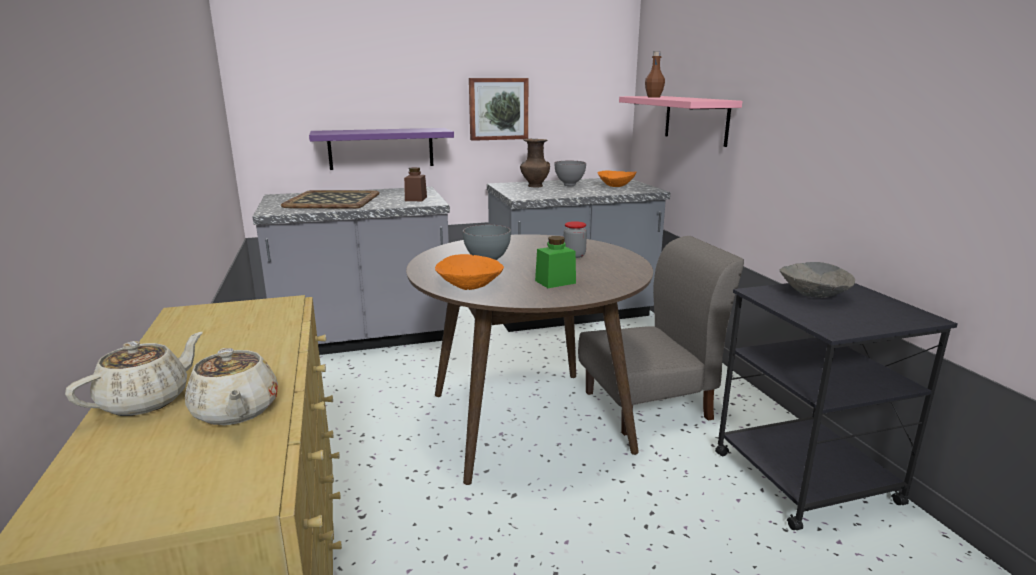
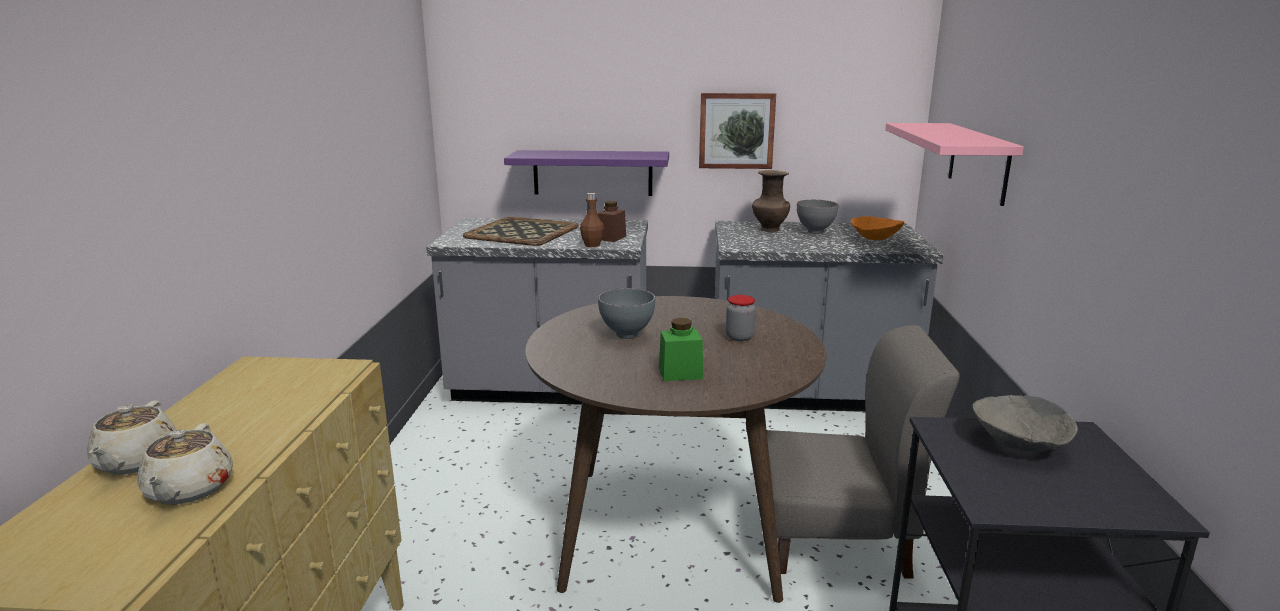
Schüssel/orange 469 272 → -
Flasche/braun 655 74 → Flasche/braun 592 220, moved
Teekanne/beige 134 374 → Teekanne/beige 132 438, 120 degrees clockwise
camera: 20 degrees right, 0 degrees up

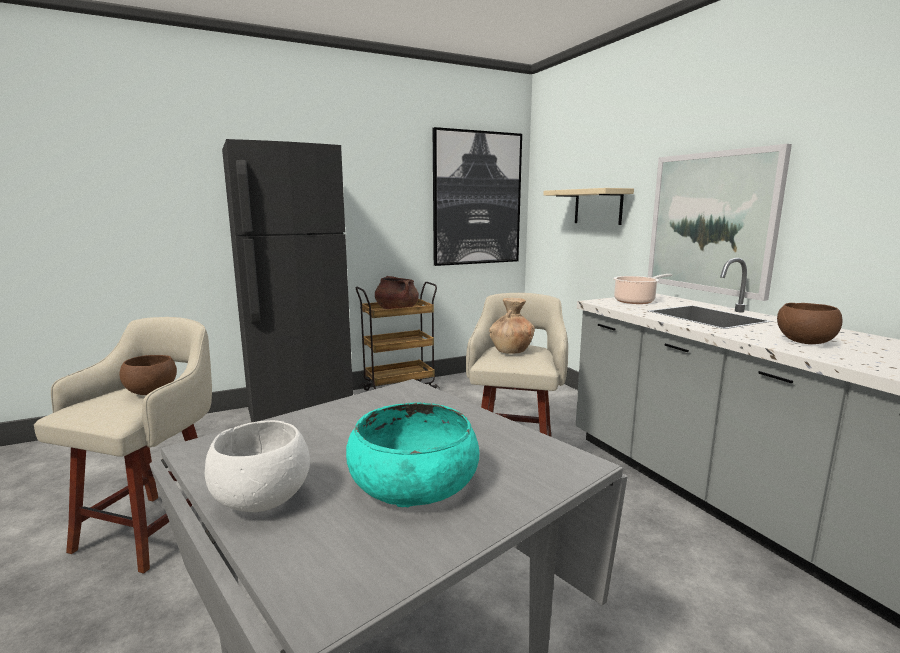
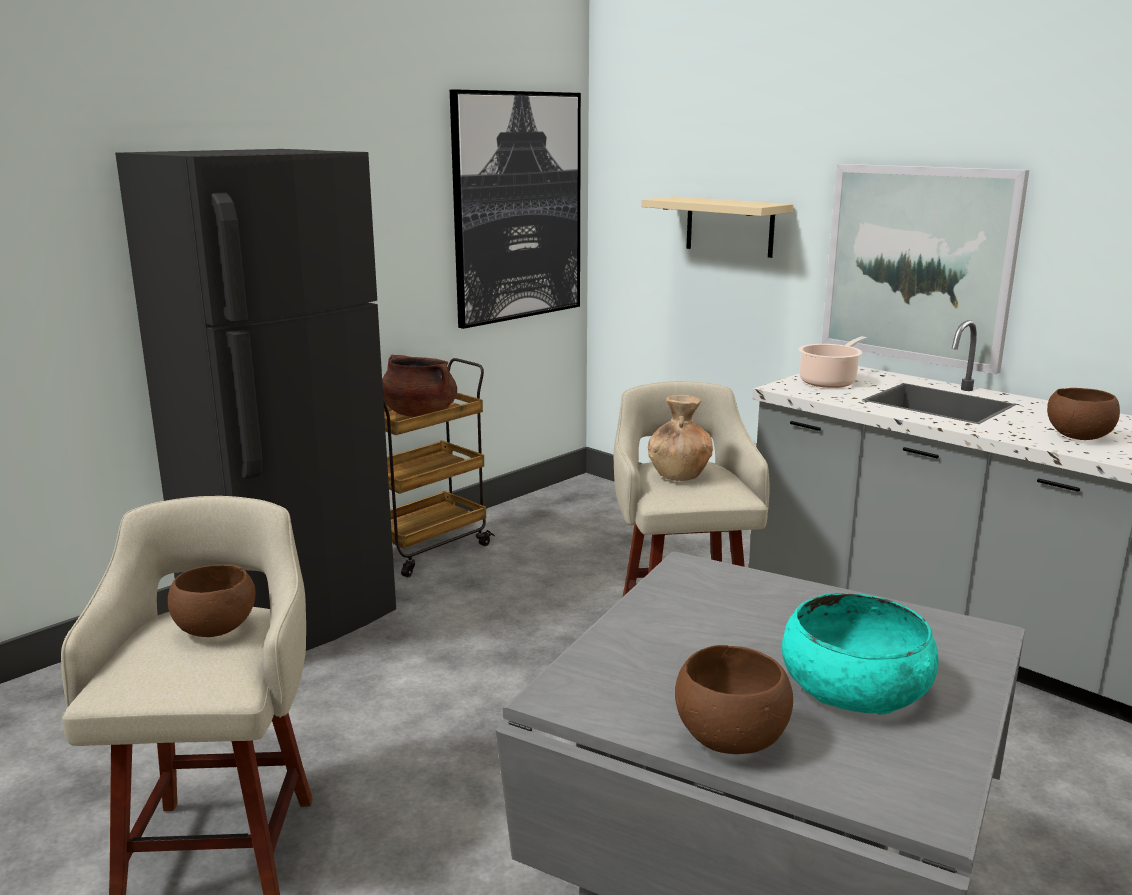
Schüssel/weiß 257 466 → Schüssel/braun 734 699
camera: 20 degrees left, 5 degrees up

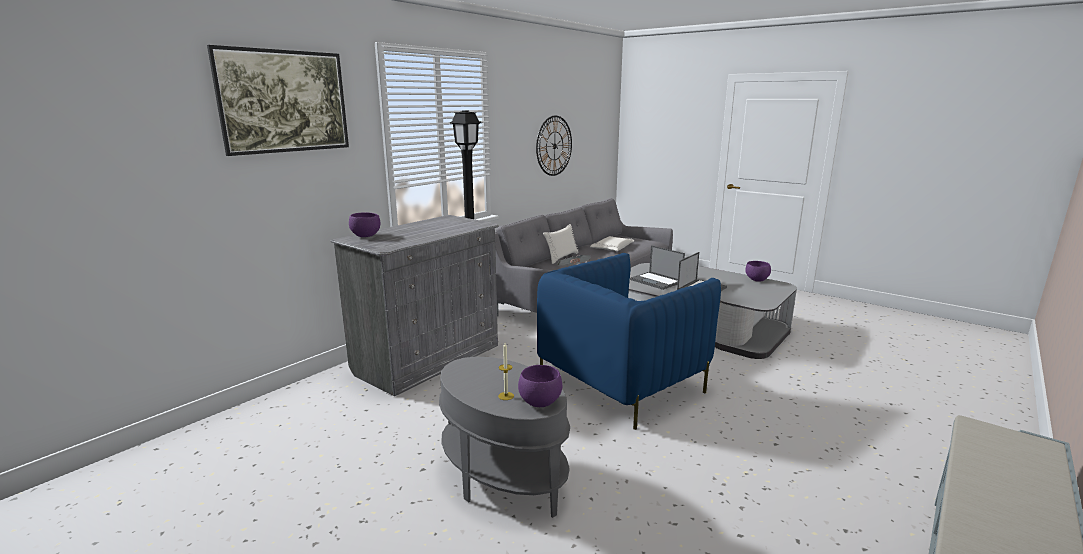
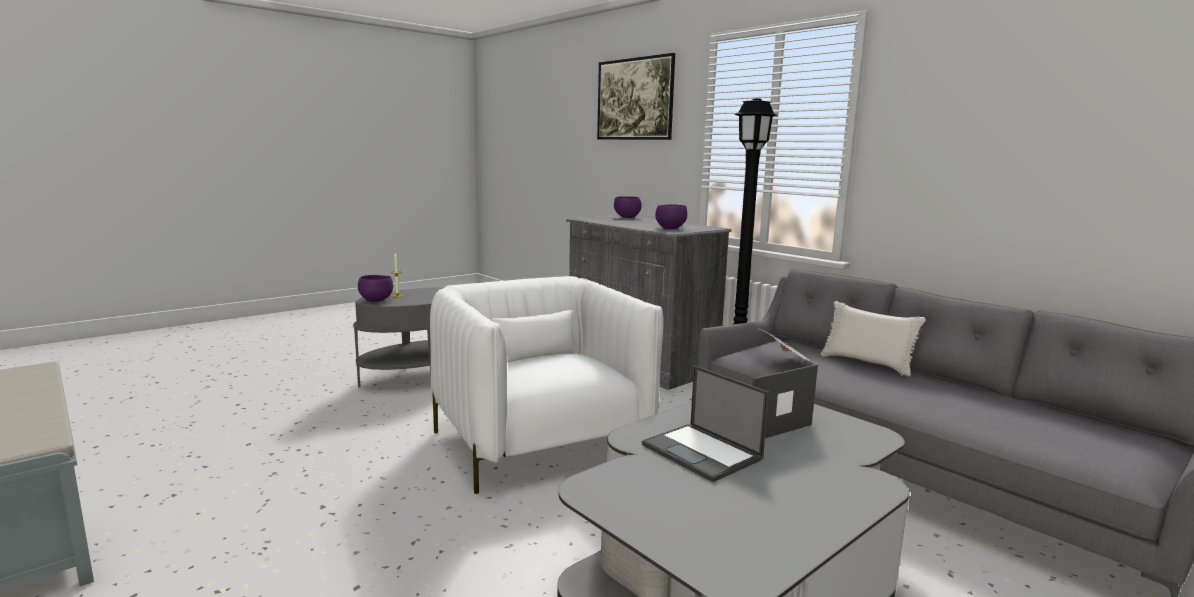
Wanduhr 554 146 → -
Kissen/weiß 612 243 → -
Schüssel/lila 758 271 → Schüssel/lila 671 216, moved
Sessel/blau 629 341 → Sessel/weiß 547 385
camera: 100 degrees right, 5 degrees down

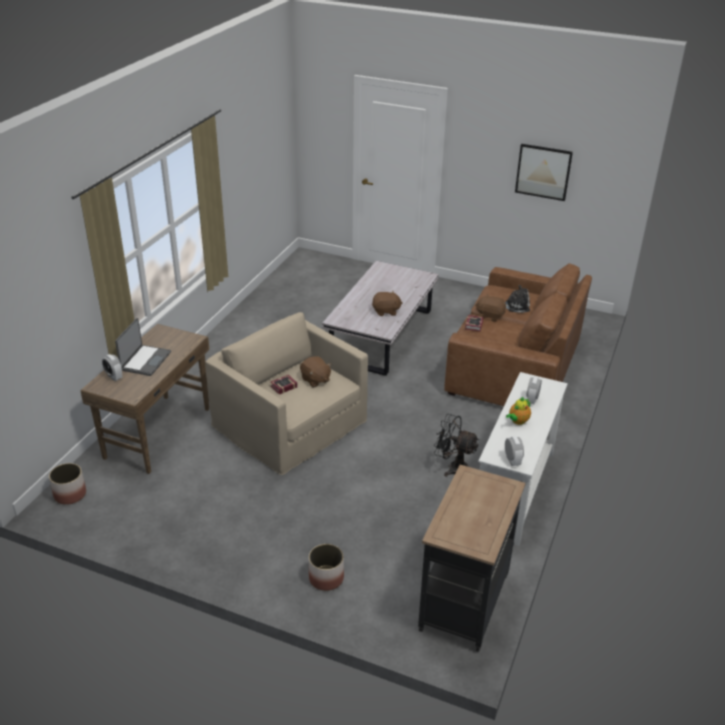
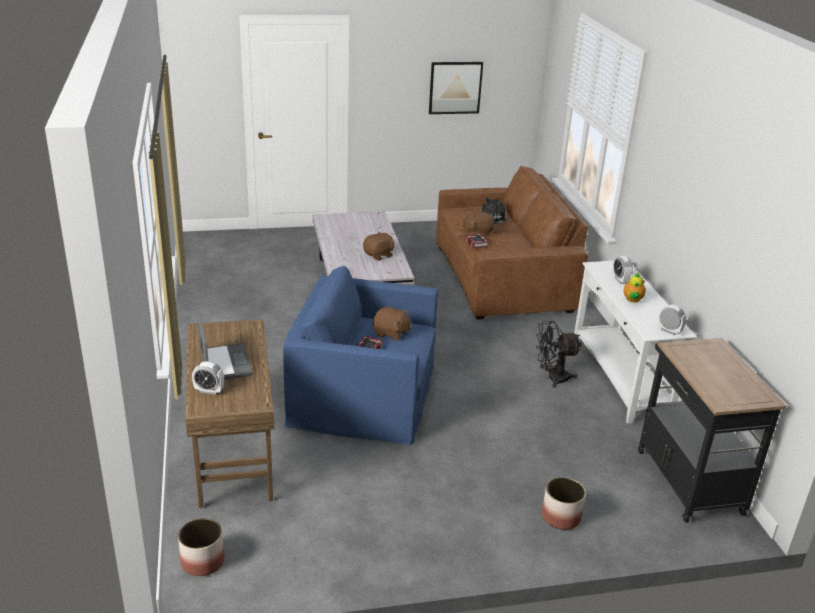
Sessel/beige 286 393 → Sessel/blau 360 355
camera: 35 degrees left, 5 degrees down

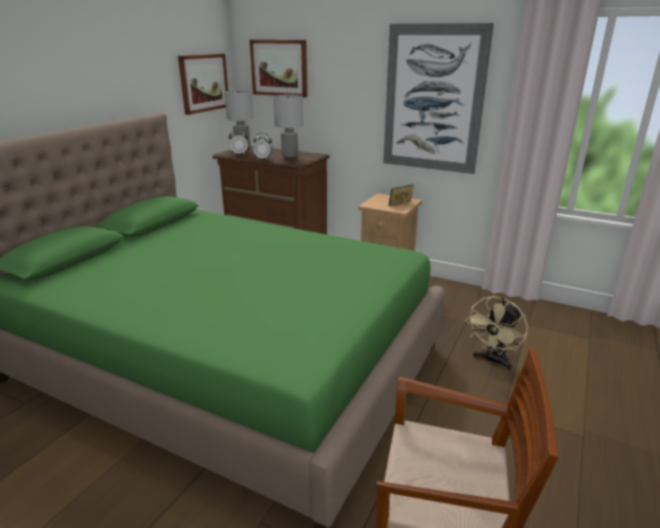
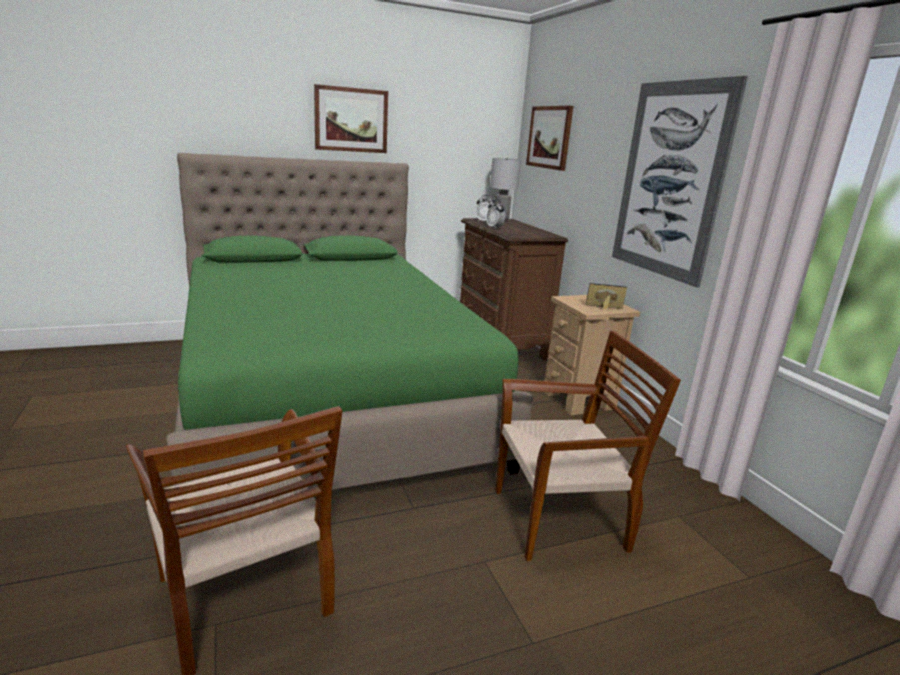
Tischlampe/grau 288 126 → -
Bild 203 84 → Bild 351 118, moved
Ventilator/beige 497 333 → Sessel/braun 588 445
camera: 40 degrees right, 5 degrees down

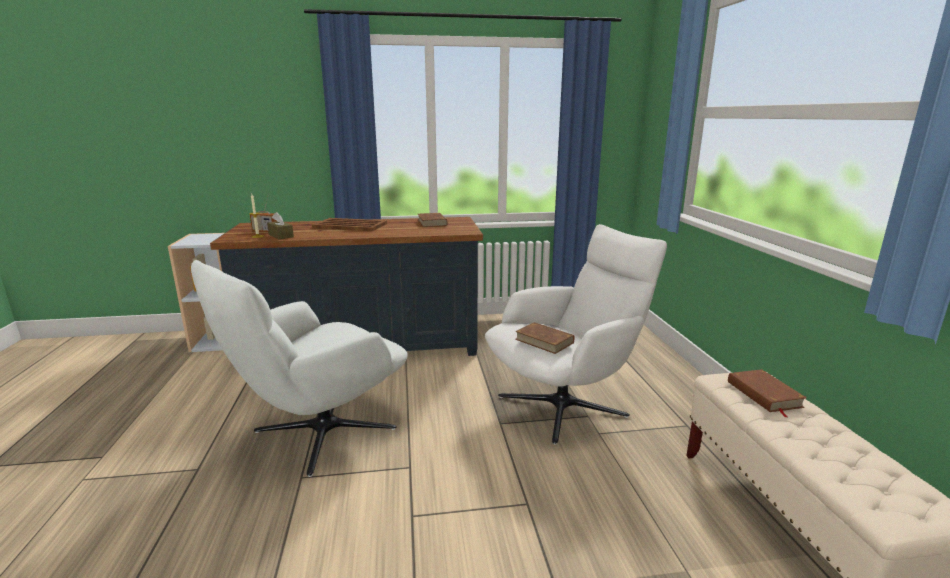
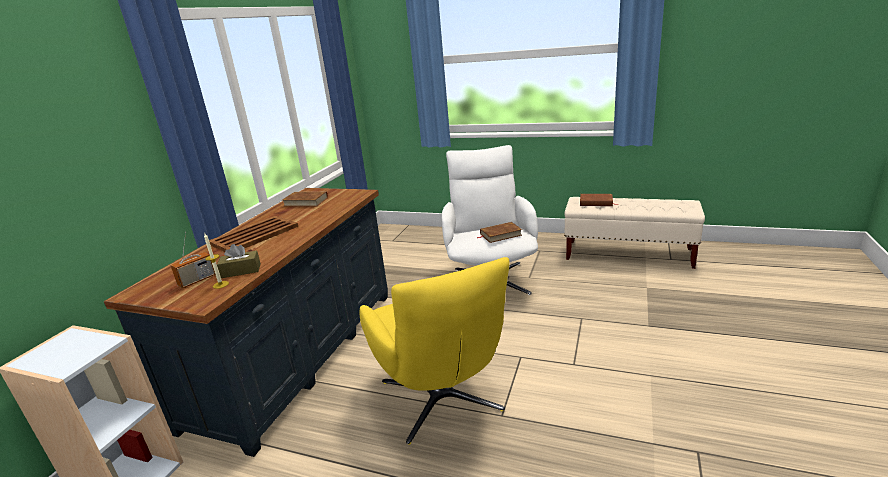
Sessel/weiß 299 368 → Sessel/gelb 434 351
camera: 60 degrees left, 5 degrees up

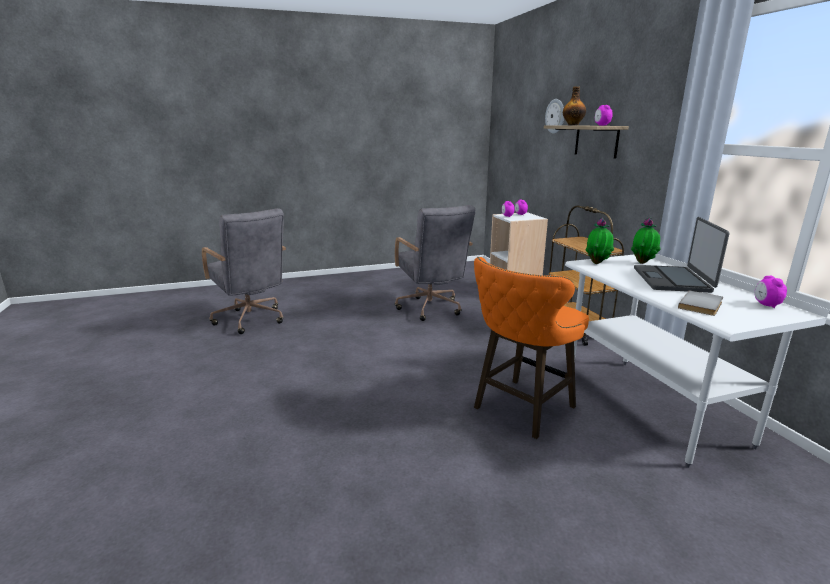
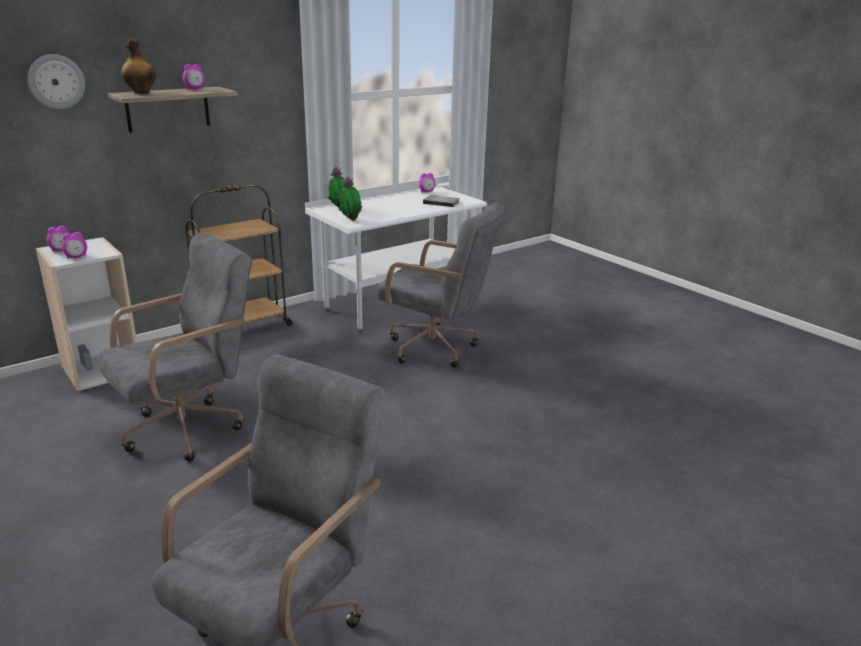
Laptop 681 255 → -
Hocker/orange 531 348 → Bürostuhl/grau 441 285
camera: 110 degrees left, 5 degrees up

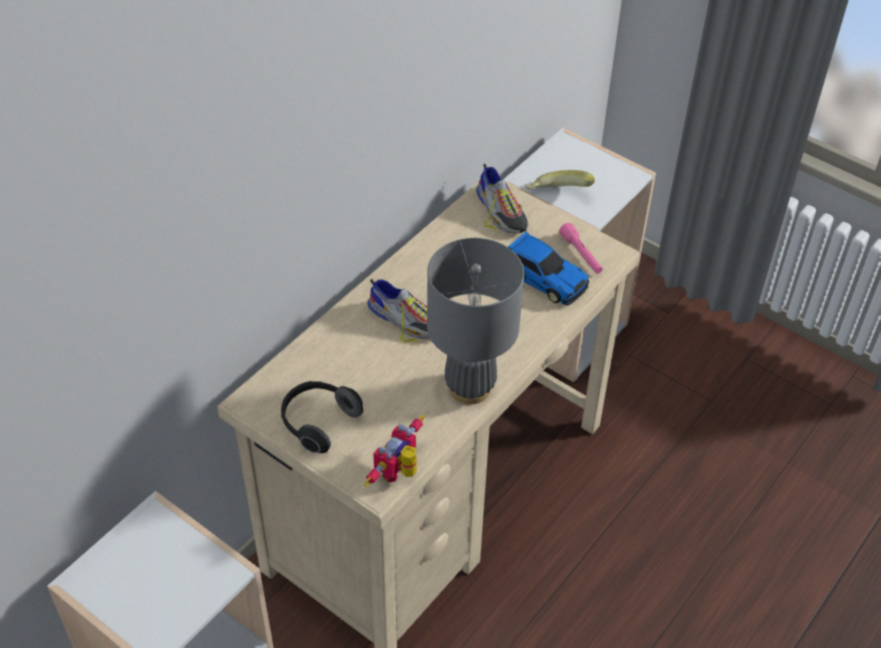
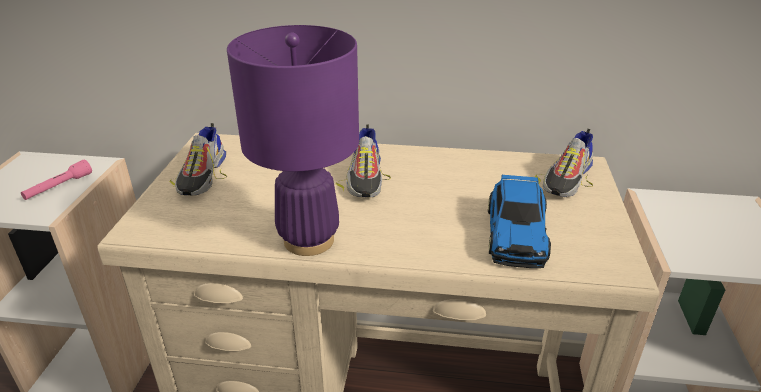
Spielzeugroboter 394 451 → -
Banane 560 179 → -
Taschenlampe/rosa 581 248 → Taschenlampe/rosa 56 179, moved
Kopfhörer 322 417 → Schuh 198 159
Tischlampe/grau 475 321 → Tischlampe/lila 293 140
camera: 60 degrees right, 15 degrees down

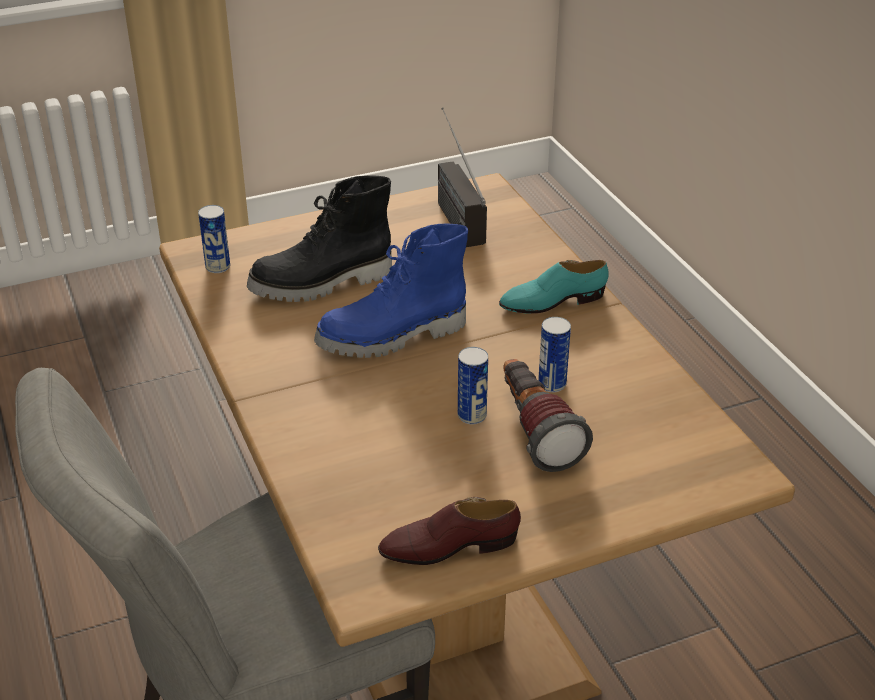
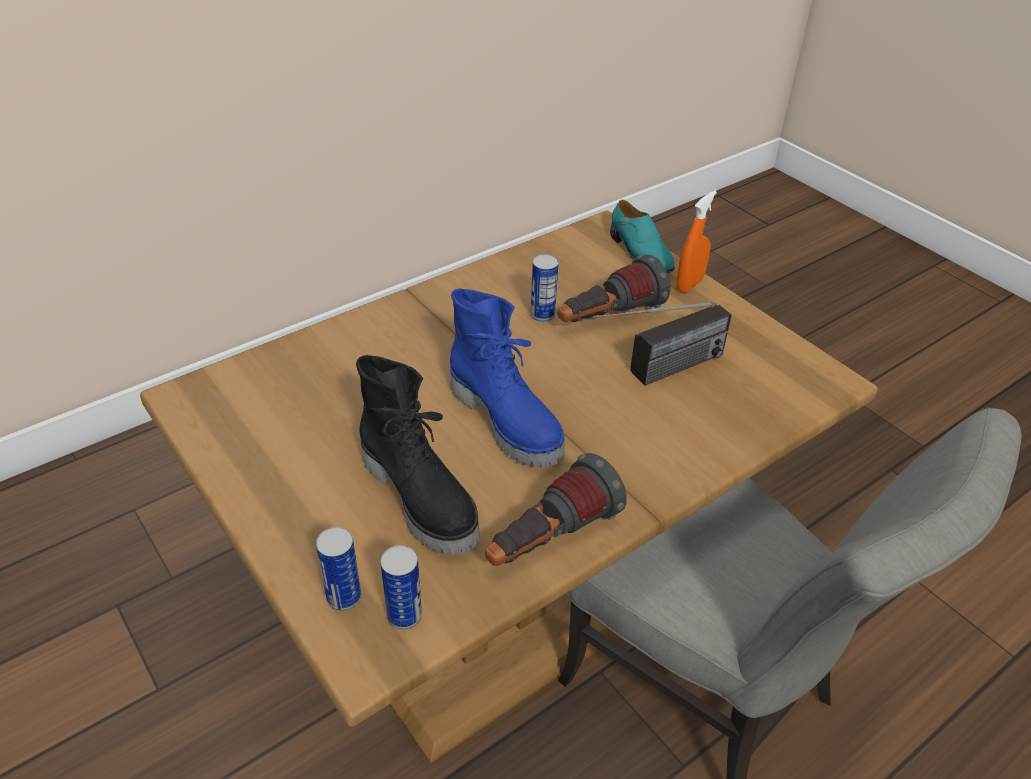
Schuh/braun 449 531 → -
- → Taschenlampe 556 509
- → Sprühflasche/orange 696 241
Radio 462 177 → Radio 662 344, moved
Dose 473 385 → Dose 338 569, moved
Schuh/türkis 554 287 → Schuh/türkis 642 236, moved
camera: 105 degrees left, 5 degrees up

